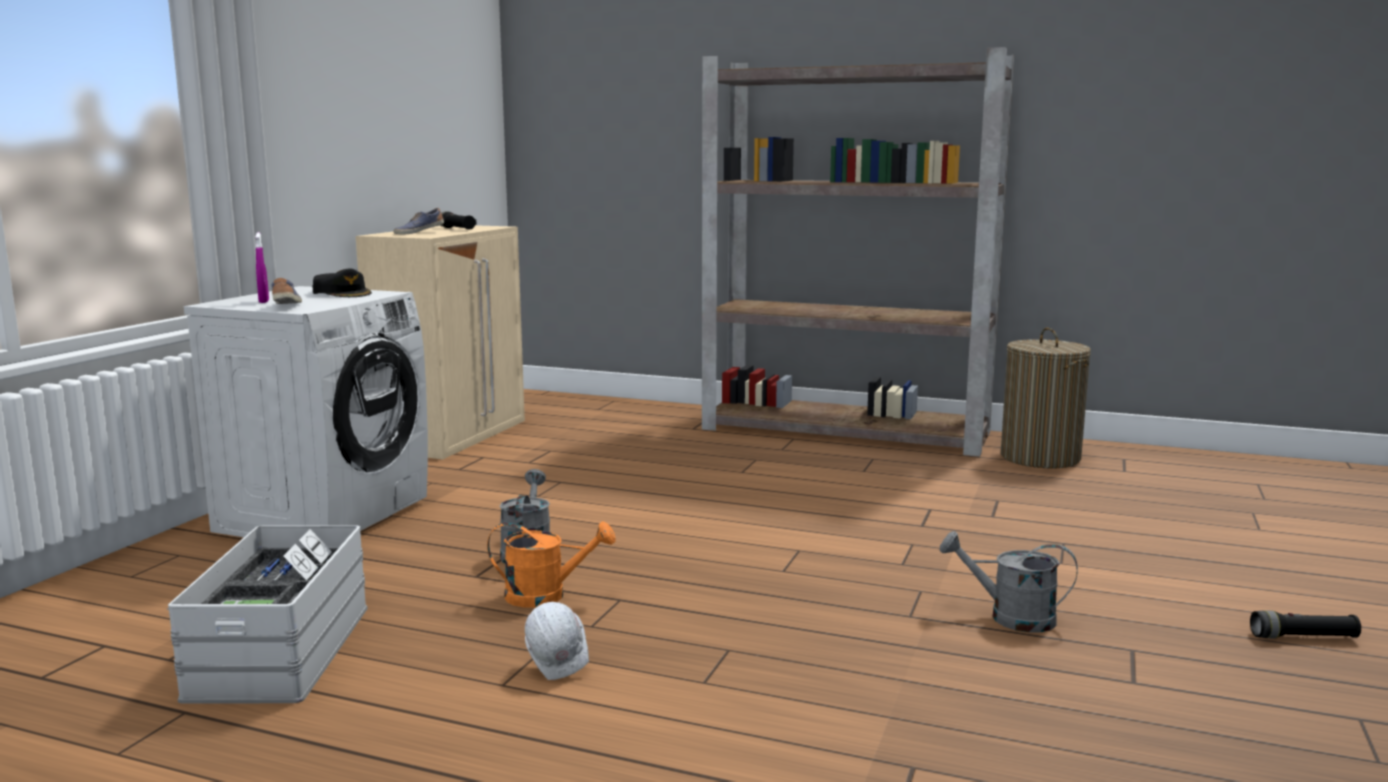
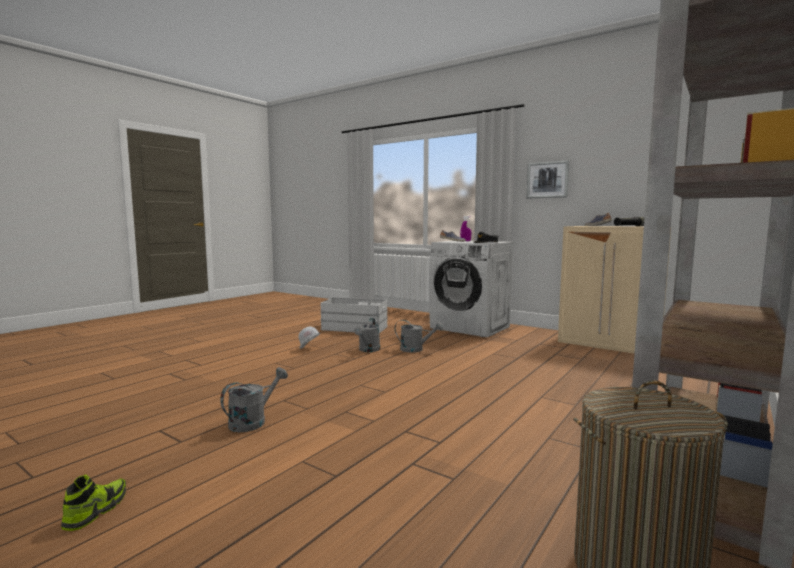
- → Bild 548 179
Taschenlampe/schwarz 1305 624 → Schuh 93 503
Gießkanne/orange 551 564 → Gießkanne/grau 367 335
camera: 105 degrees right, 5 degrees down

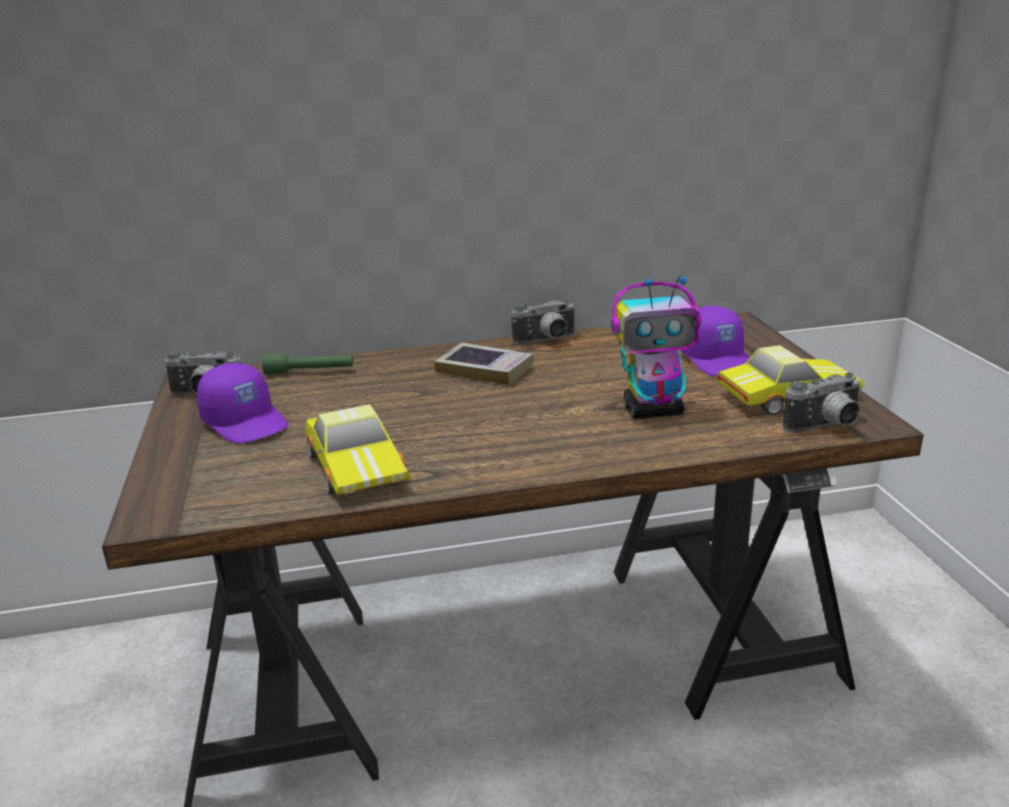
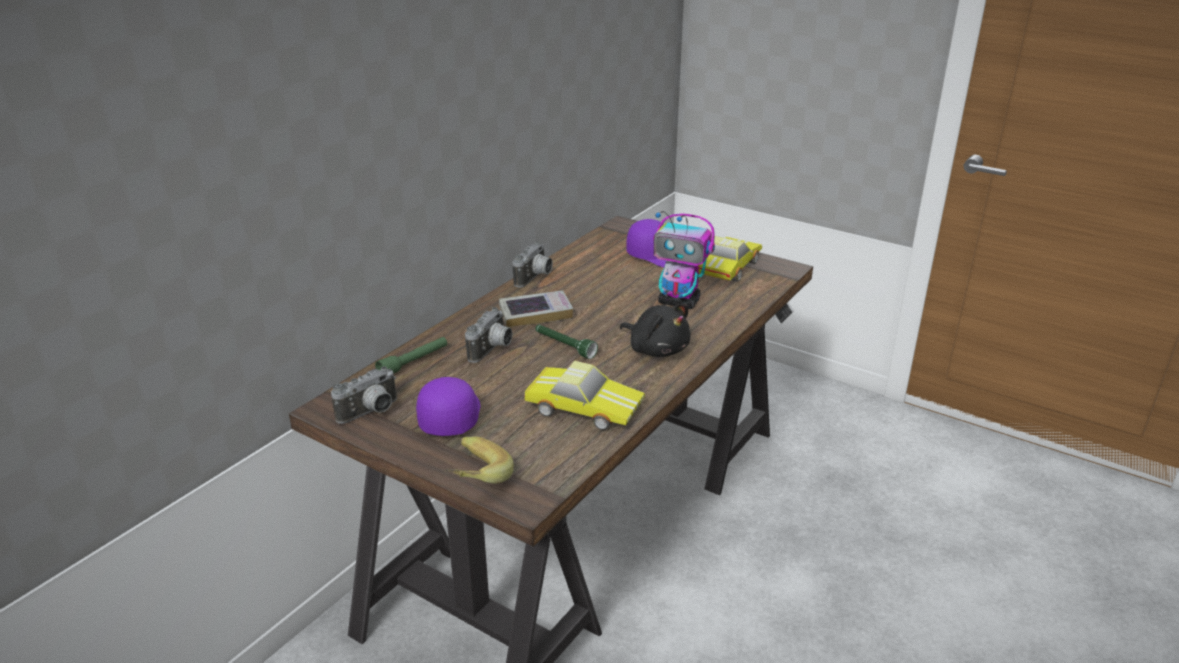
- → Banane 479 460
- → Taschenlampe/grün 566 342
- → Plüschtier/schwarz 655 330
Kamera 822 402 → Kamera 488 335, moved
Kappe/lila 242 403 → Kappe/lila 448 406, 90 degrees counterclockwise
Spielzeugroboter 656 347 → Spielzeugroboter 684 260, 75 degrees clockwise
camera: 45 degrees left, 5 degrees up

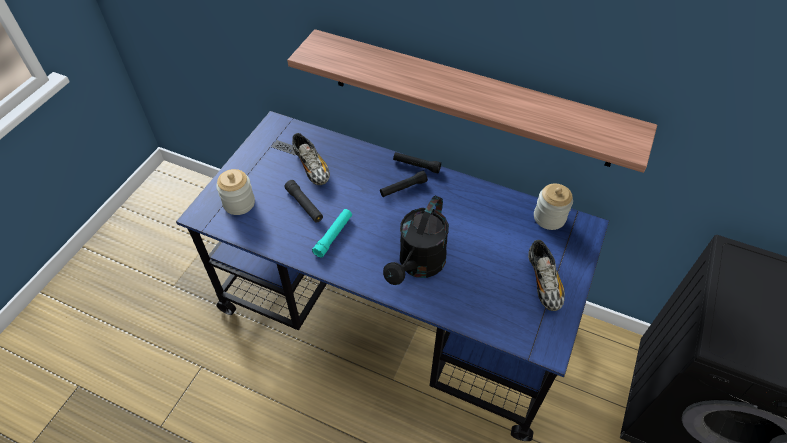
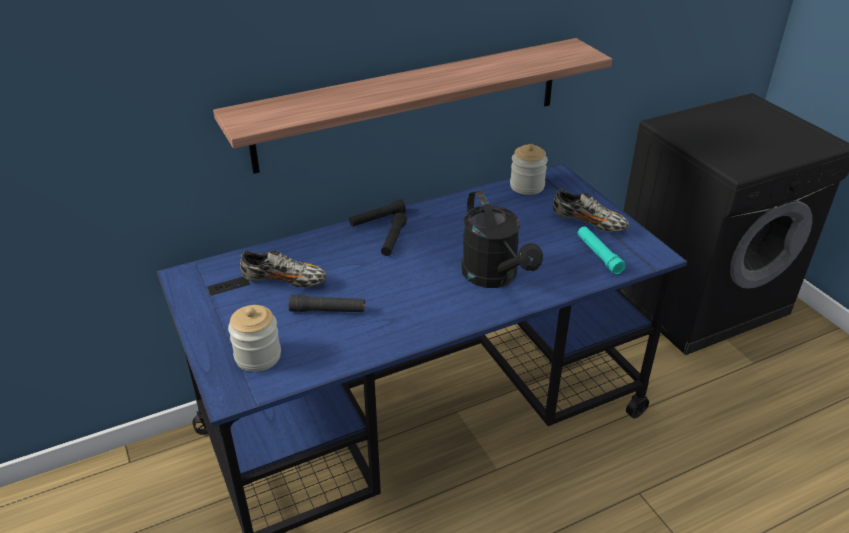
Taschenlampe/türkis 332 233 → Taschenlampe/türkis 601 250, moved
camera: 50 degrees left, 15 degrees down

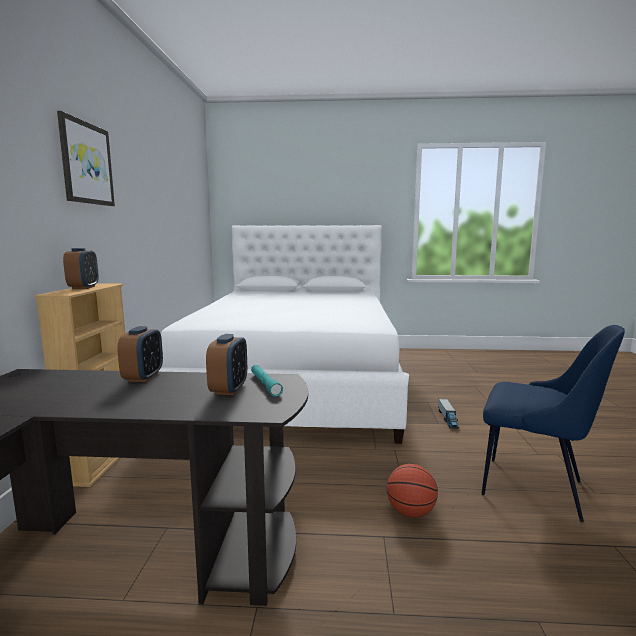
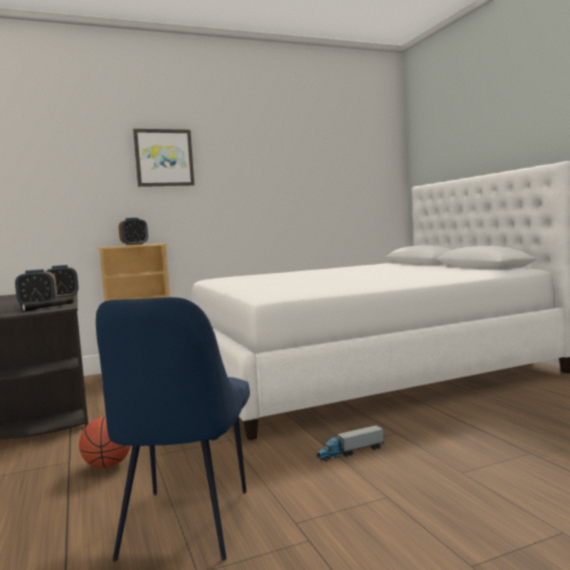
Taschenlampe/türkis 267 381 → Taschenlampe/schwarz 47 304
camera: 65 degrees right, 5 degrees down

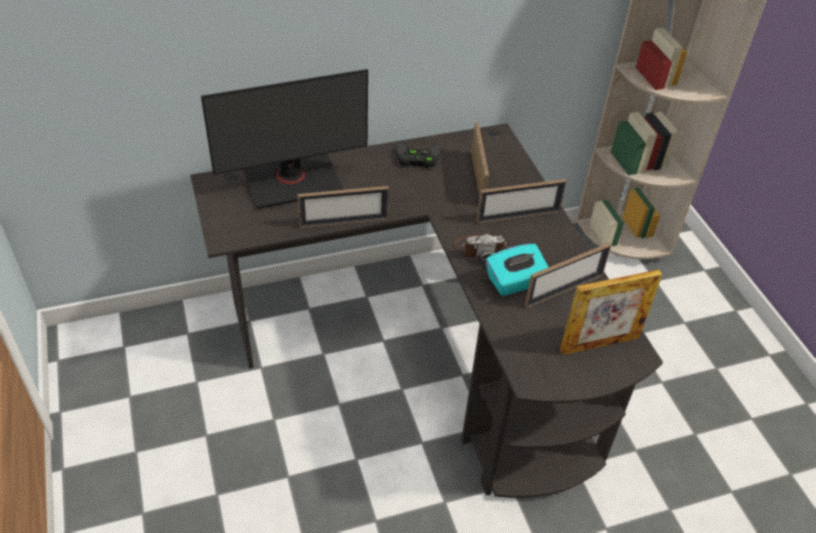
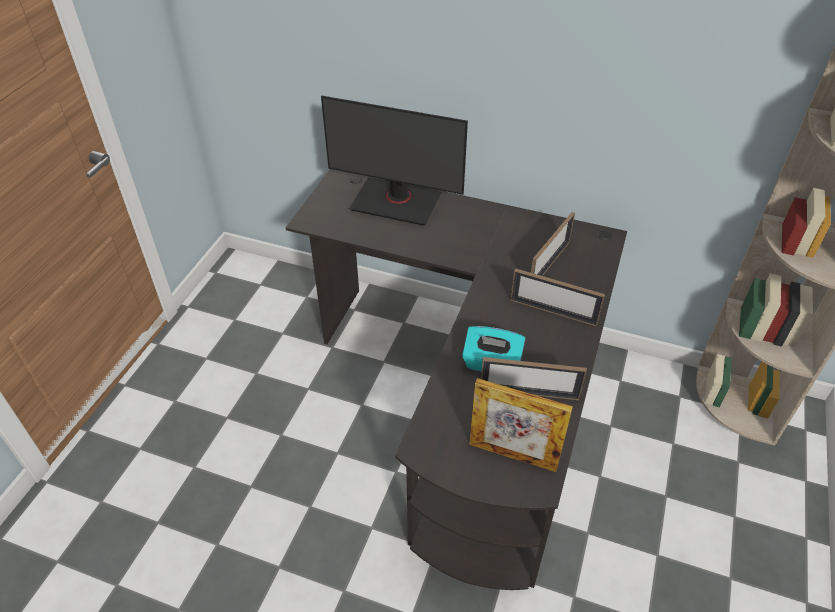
Bilderrahmen 343 207 → -
Gamepad/schwarz 418 156 → -
Kamera 481 248 → -
camera: 40 degrees right, 0 degrees up

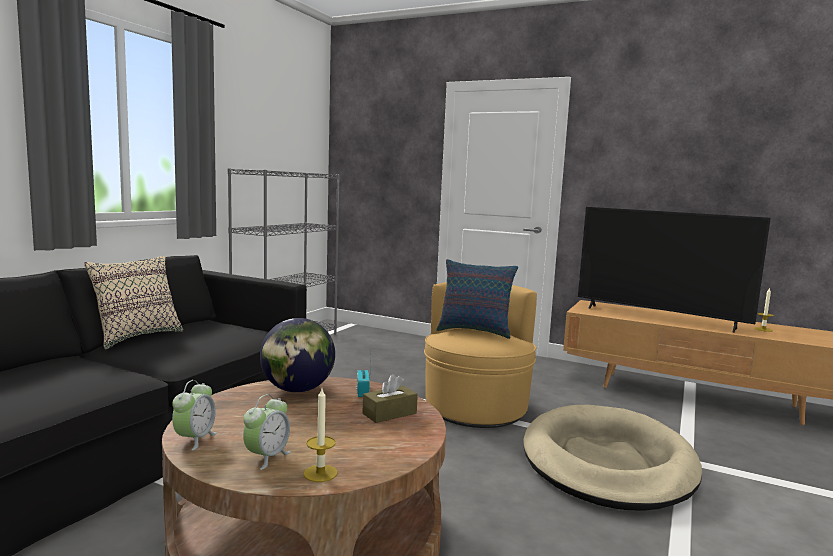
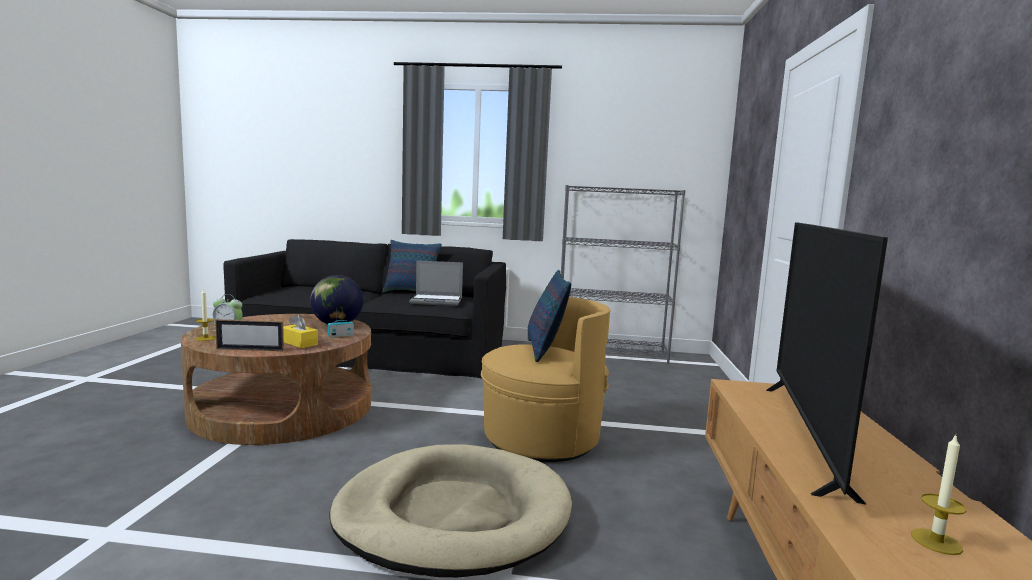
Wecker 194 415 → -
- → Bilderrahmen 249 335
- → Laptop 436 283
Kissen/beige 133 302 → Kissen/blau 412 266
Taschentuchbox/braun 390 398 → Taschentuchbox/gelb 300 331
camera: 70 degrees right, 0 degrees up

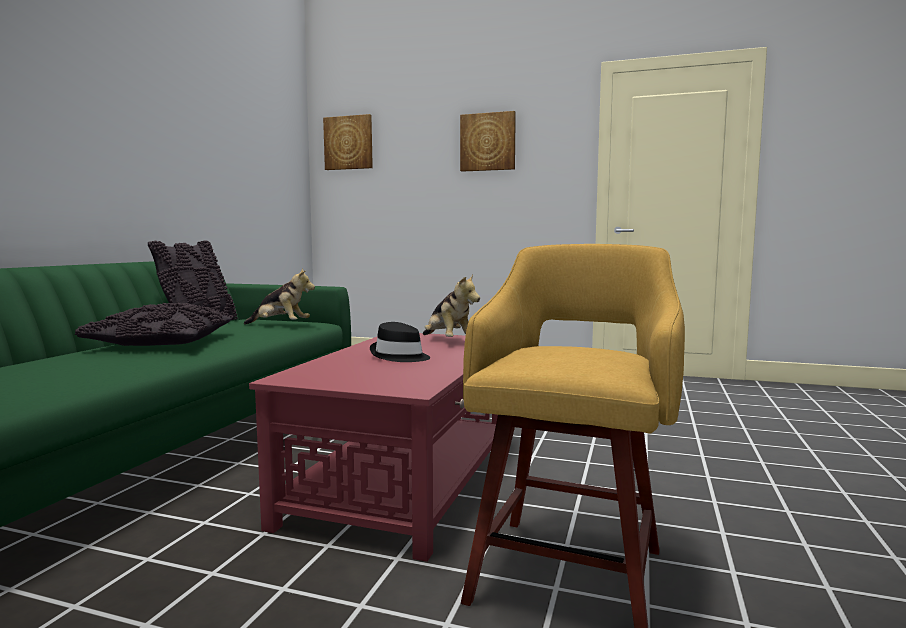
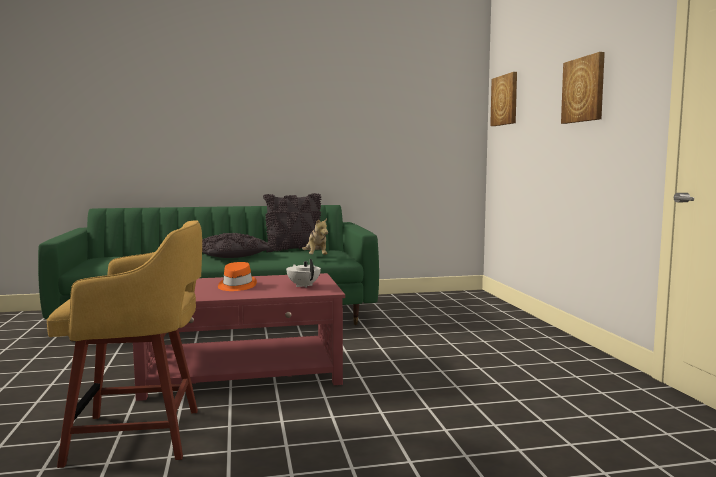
Plüschtier 451 305 → Teekanne/weiß 303 273
Hut/schwarz 400 342 → Hut/orange 237 276
camera: 60 degrees right, 0 degrees up

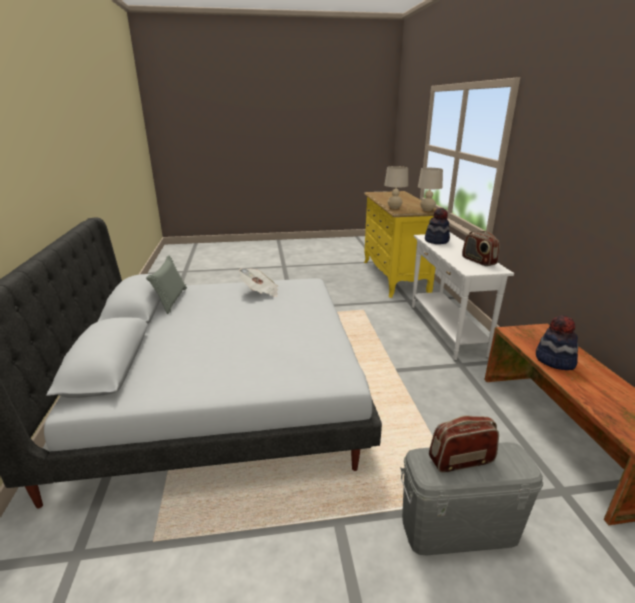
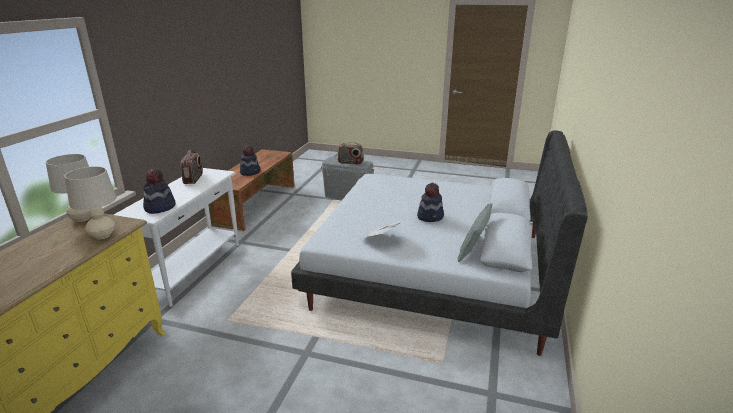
- → Hut 430 202
camera: 155 degrees left, 0 degrees up

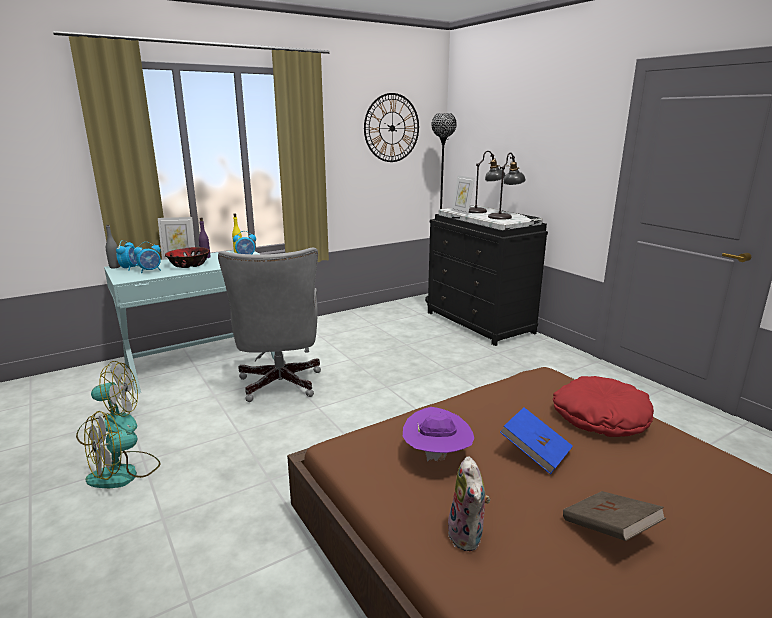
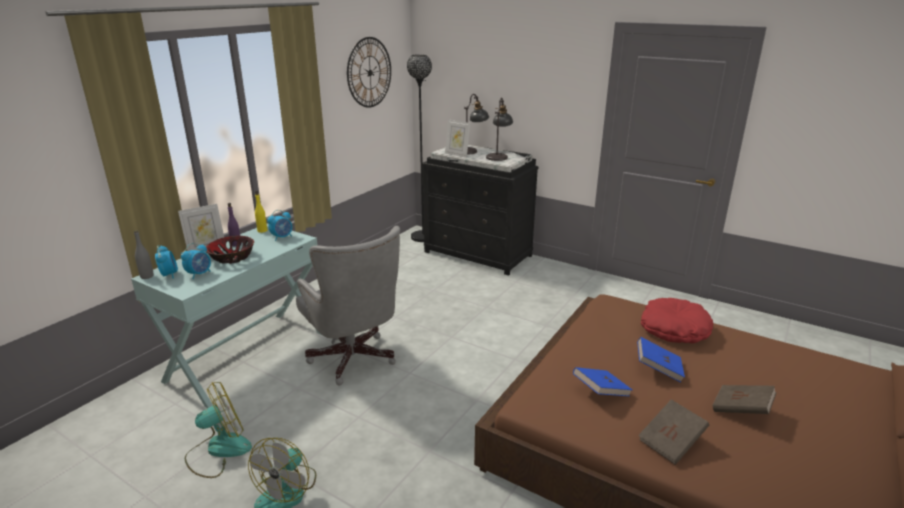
Hut/lila 438 434 → Buch/blau 602 381
Plüschtier 469 503 → Buch/braun 673 432
camera: 25 degrees left, 5 degrees up

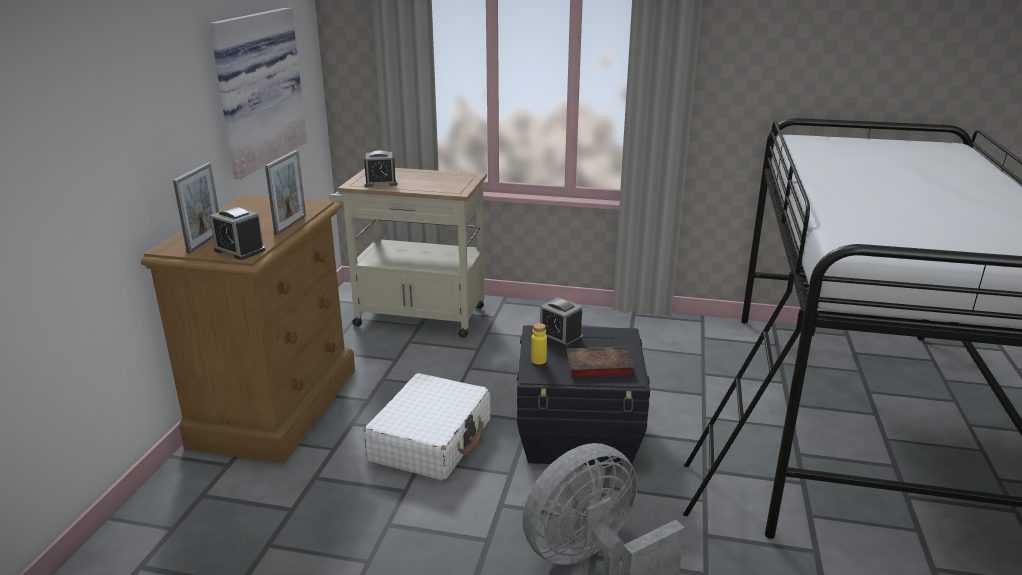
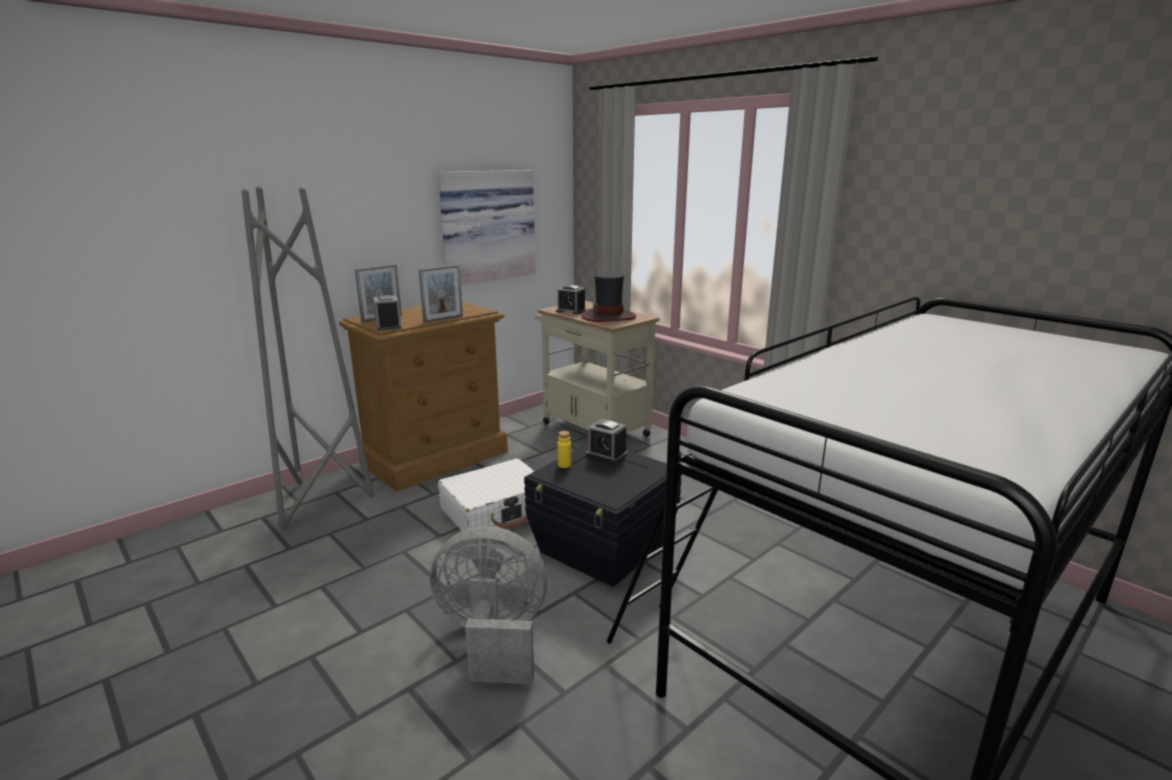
Buch 600 362 → -
- → Kleiderständer/grau 308 357
- → Hut 608 297
Wecker 561 322 → Wecker 607 441, 45 degrees counterclockwise
camera: 35 degrees right, 5 degrees down

